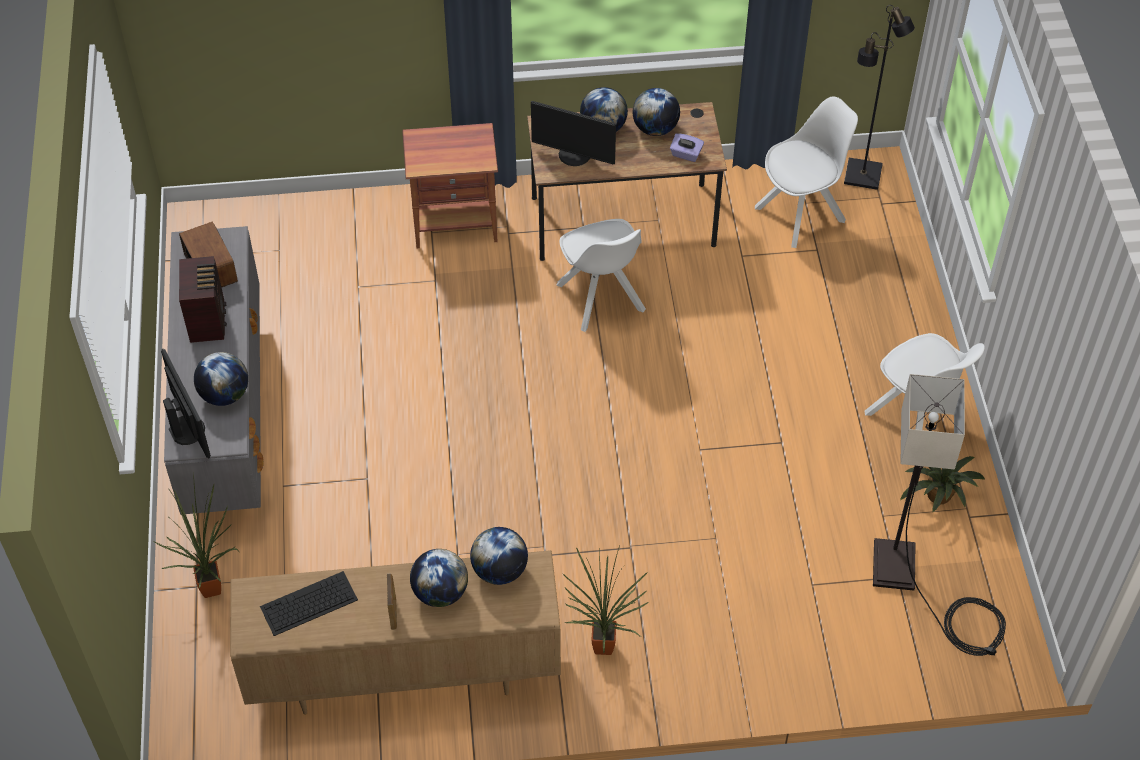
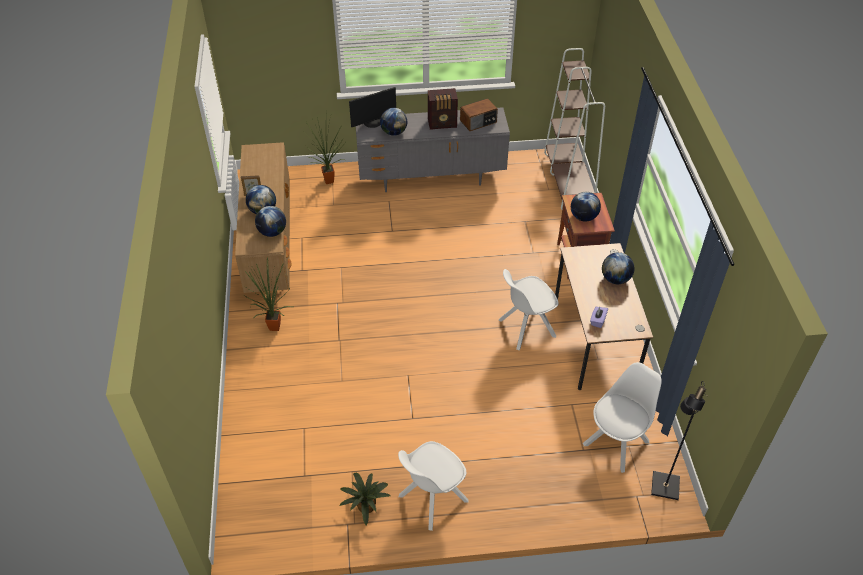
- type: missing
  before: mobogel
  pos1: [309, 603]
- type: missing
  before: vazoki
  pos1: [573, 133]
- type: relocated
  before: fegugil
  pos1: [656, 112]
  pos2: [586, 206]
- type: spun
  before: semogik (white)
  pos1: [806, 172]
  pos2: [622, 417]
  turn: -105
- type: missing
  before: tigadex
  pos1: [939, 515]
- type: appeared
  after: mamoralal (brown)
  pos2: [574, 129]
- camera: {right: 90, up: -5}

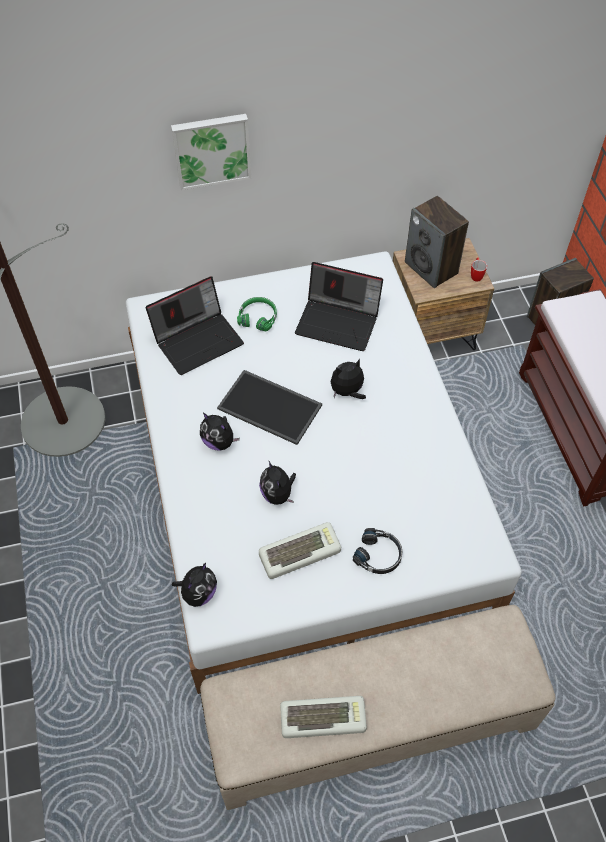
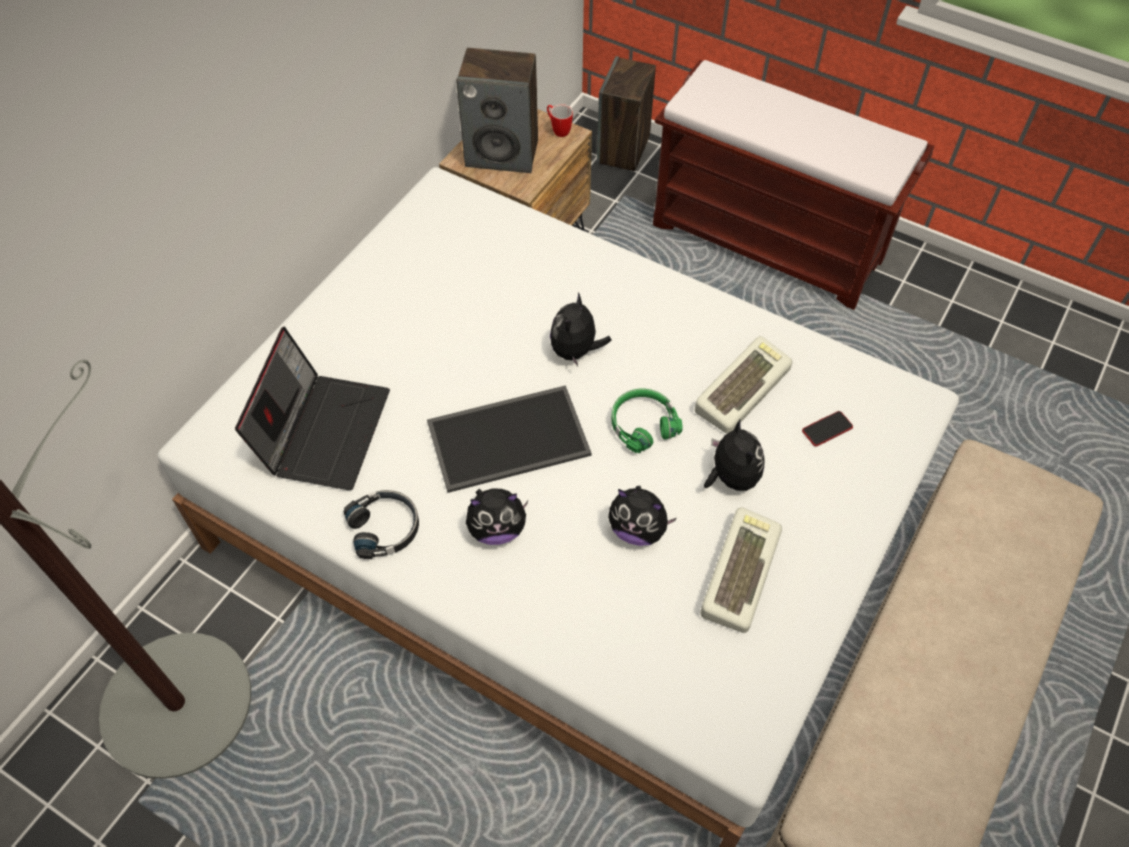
- type: missing
  before: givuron
  pos1: [211, 152]
- type: relocated
  before: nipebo
  pos1: [194, 585]
  pos2: [734, 455]
- type: relocated
  before: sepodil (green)
  pos1: [257, 314]
  pos2: [647, 421]
- type: relocated
  before: mobogel
  pos1: [323, 717]
  pos2: [743, 384]
- type: missing
  before: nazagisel
  pos1: [339, 306]
- type: relocated
  before: sepodil (black)
  pos1: [377, 551]
  pos2: [381, 524]
- type: appeared
  after: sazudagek
  pos2: [827, 428]
- camera: {right: -45, up: 0}

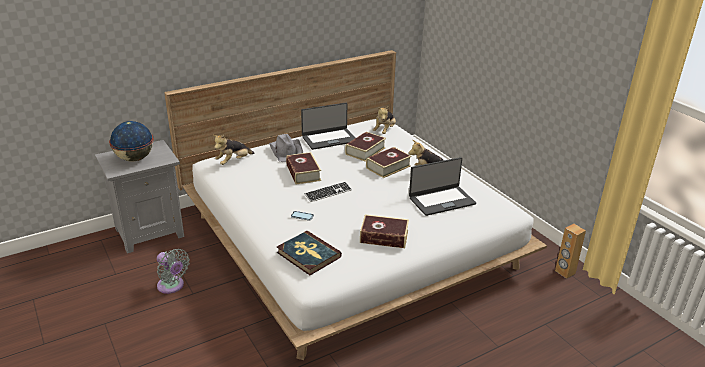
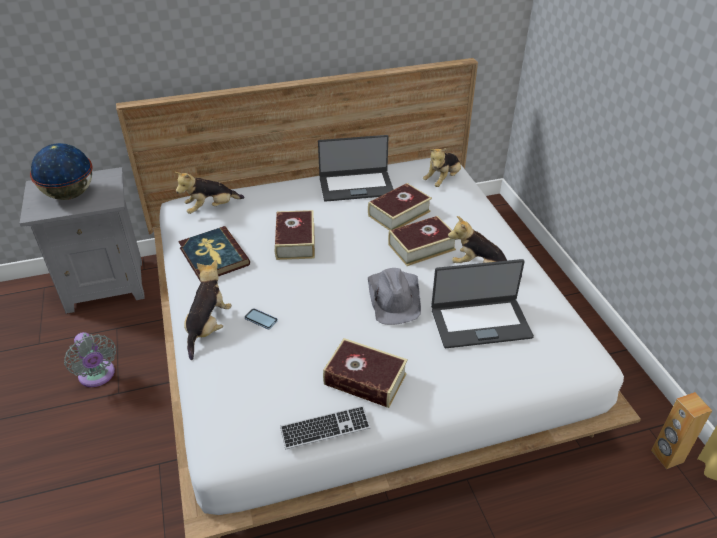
- type: relocated
  before: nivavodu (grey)
  pos1: [286, 148]
  pos2: [394, 296]
- type: relocated
  before: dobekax
  pos1: [309, 253]
  pos2: [214, 254]
- type: relocated
  before: mobogel
  pos1: [328, 192]
  pos2: [325, 427]
- type: appeared
  after: nipebo
  pos2: [208, 310]
- camera: {right: 15, up: 10}

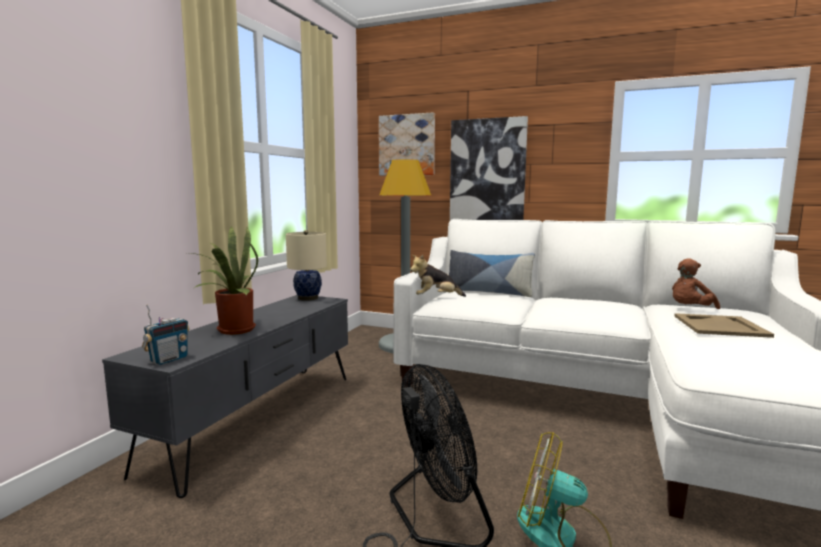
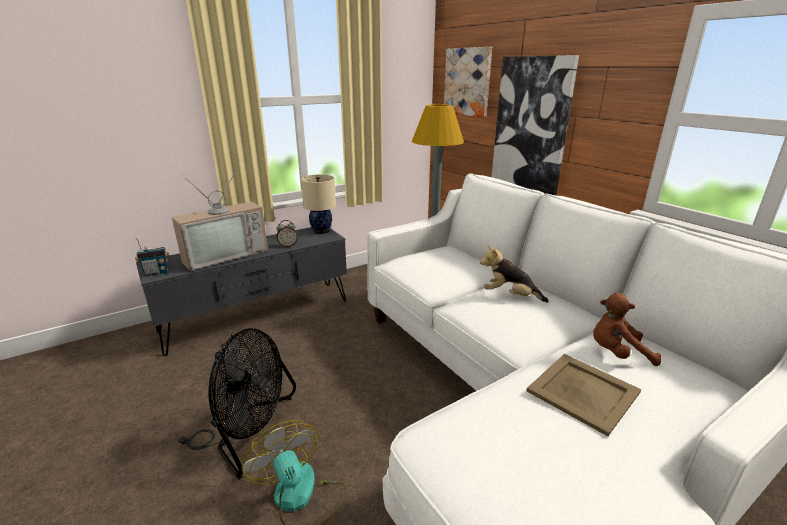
- type: exchanged
  before: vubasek
  after: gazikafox
  pos1: [223, 281]
  pos2: [220, 219]
- type: relocated
  before: nipebo
  pos1: [438, 276]
  pos2: [514, 274]
- type: missing
  before: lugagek
  pos1: [492, 273]
- type: appeared
  after: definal
  pos2: [287, 233]
- camera: {right: 35, up: 15}

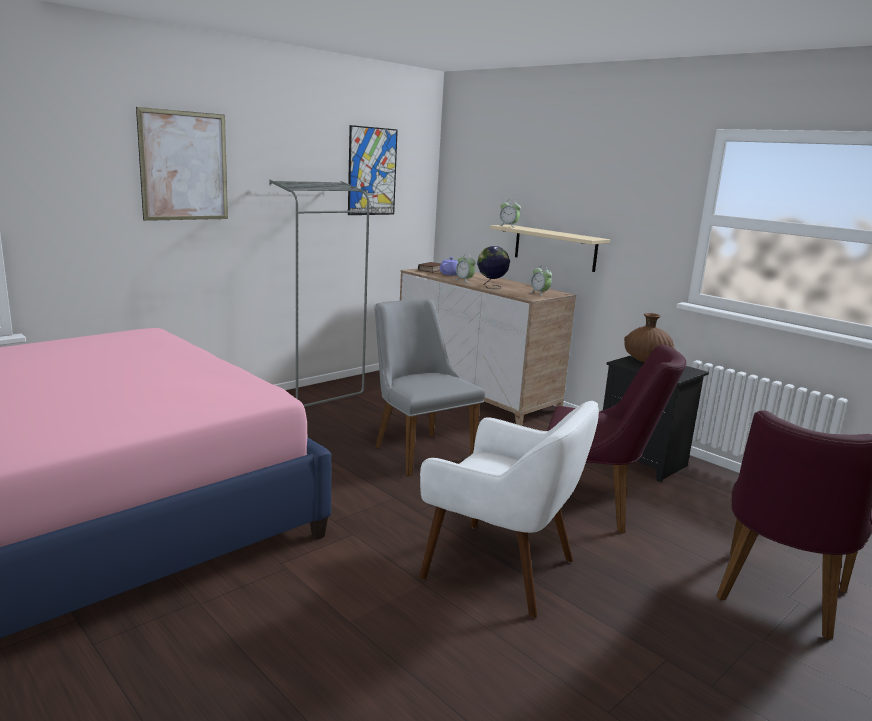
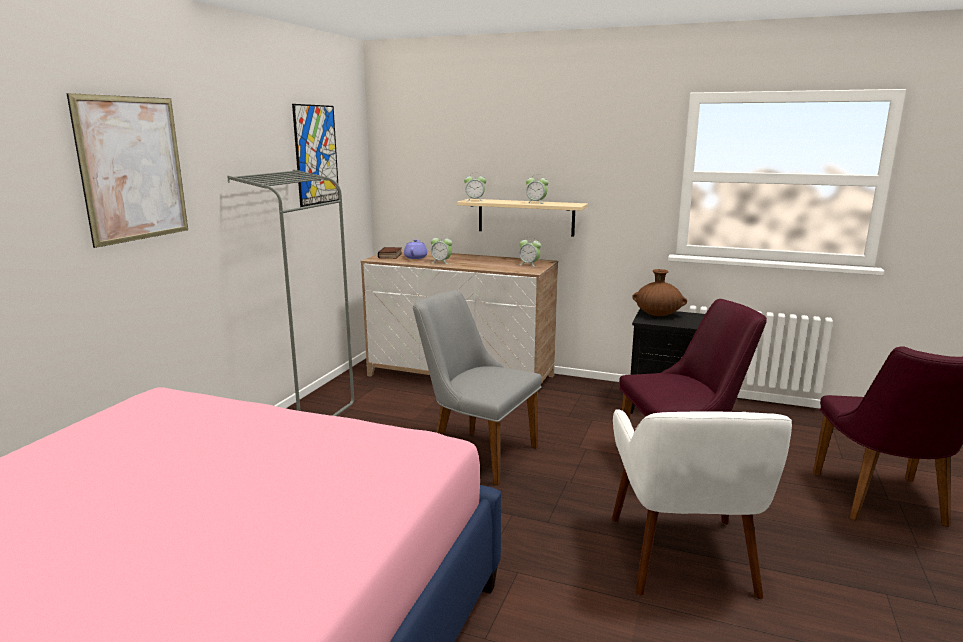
- type: spun
  before: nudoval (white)
  pos1: [509, 509]
  pos2: [702, 504]
  turn: 90
- type: missing
  before: fegugil
  pos1: [493, 267]
- type: appeared
  after: definal
  pos2: [537, 191]
- camera: {right: -25, up: 0}

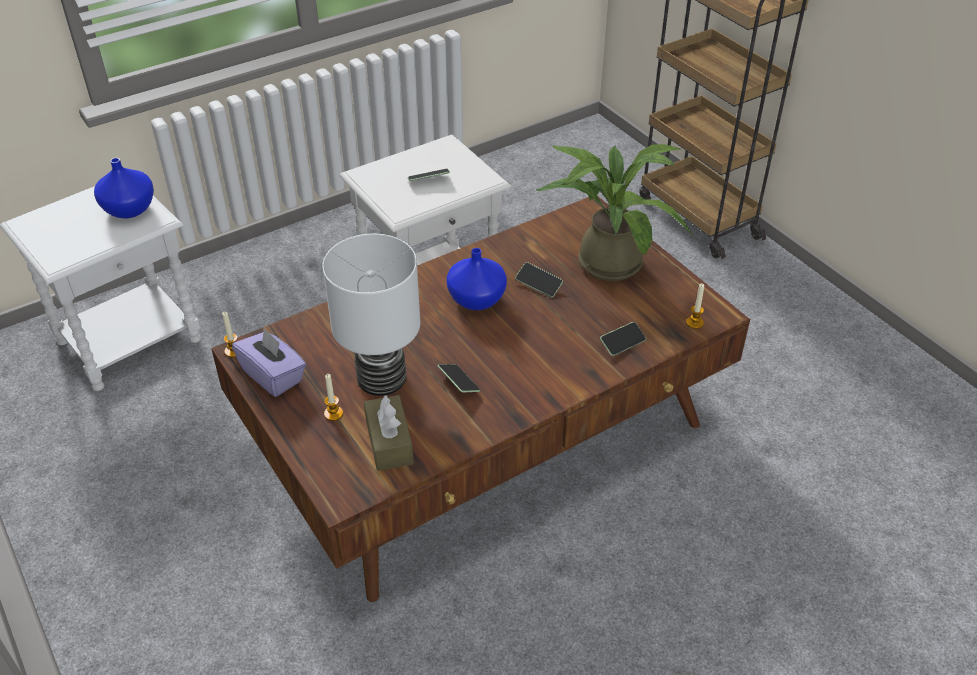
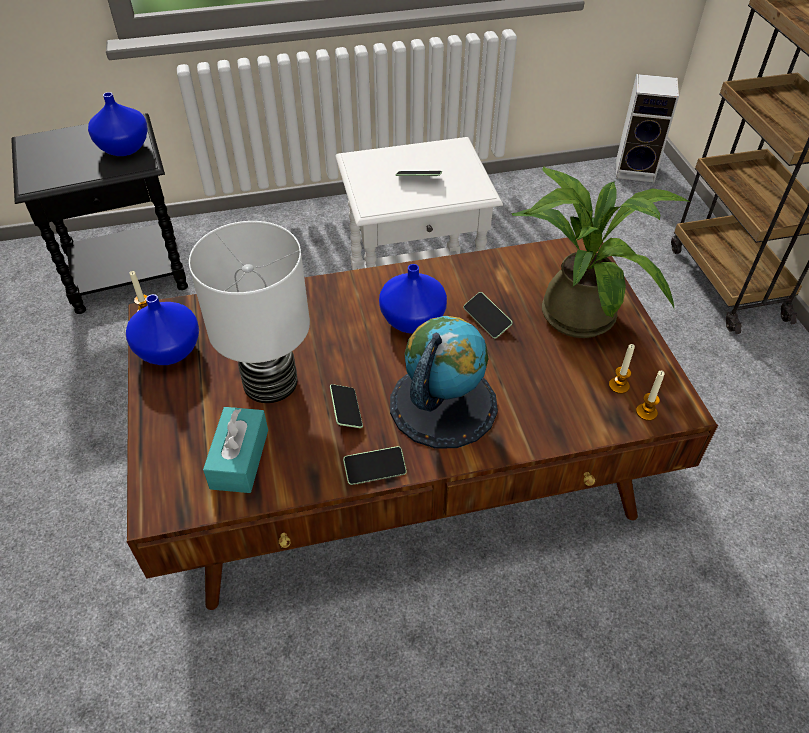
- type: colour
  before: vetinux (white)
  after: vetinux (black)
  pos1: [100, 288]
  pos2: [99, 213]
- type: exchanged
  before: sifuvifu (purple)
  after: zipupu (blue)
  pos1: [269, 362]
  pos2: [162, 329]
- type: relocated
  before: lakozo
  pos1: [333, 397]
  pos2: [622, 369]
- type: colour
  before: sifuvifu (brown)
  after: sifuvifu (turquoise)
  pos1: [389, 433]
  pos2: [235, 450]
- type: relocated
  before: sazudagek
  pos1: [623, 339]
  pos2: [375, 465]
- type: appeared
  after: fegugil
  pos2: [444, 382]
- type: appeared
  after: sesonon
  pos2: [647, 128]
- camera: {right: 20, up: 5}

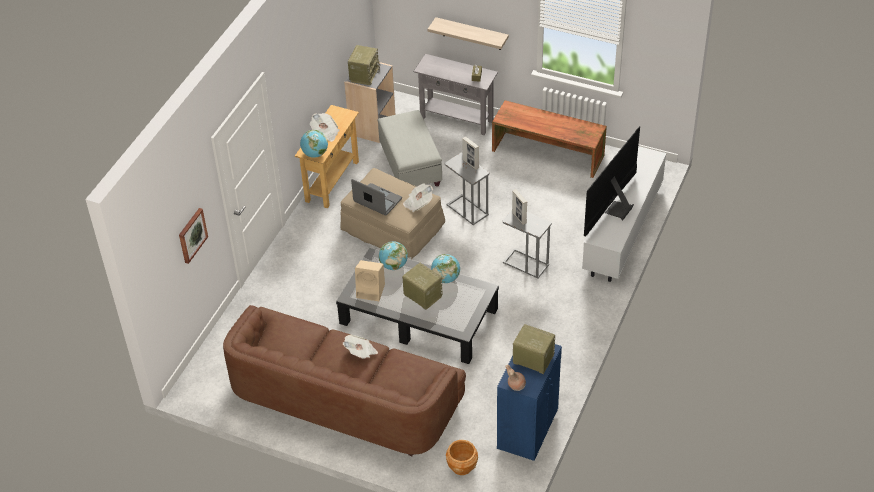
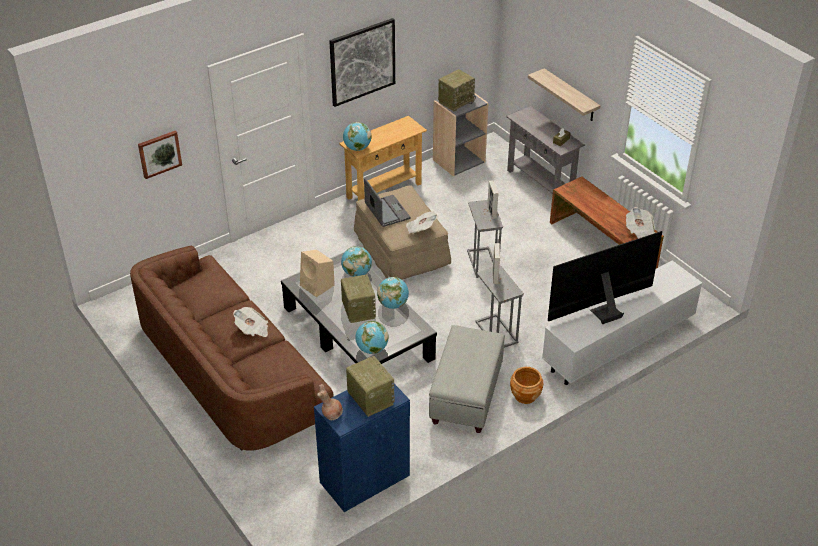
- type: relocated
  before: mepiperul
  pos1: [325, 127]
  pos2: [640, 223]
- type: relocated
  before: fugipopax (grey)
  pos1: [409, 148]
  pos2: [467, 379]
- type: relocated
  before: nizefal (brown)
  pos1: [462, 457]
  pos2: [526, 385]
- type: appeared
  after: givuron
  pos2: [362, 62]
- type: appeared
  after: fegugil
  pos2: [372, 337]
- camera: {right: 30, up: -5}

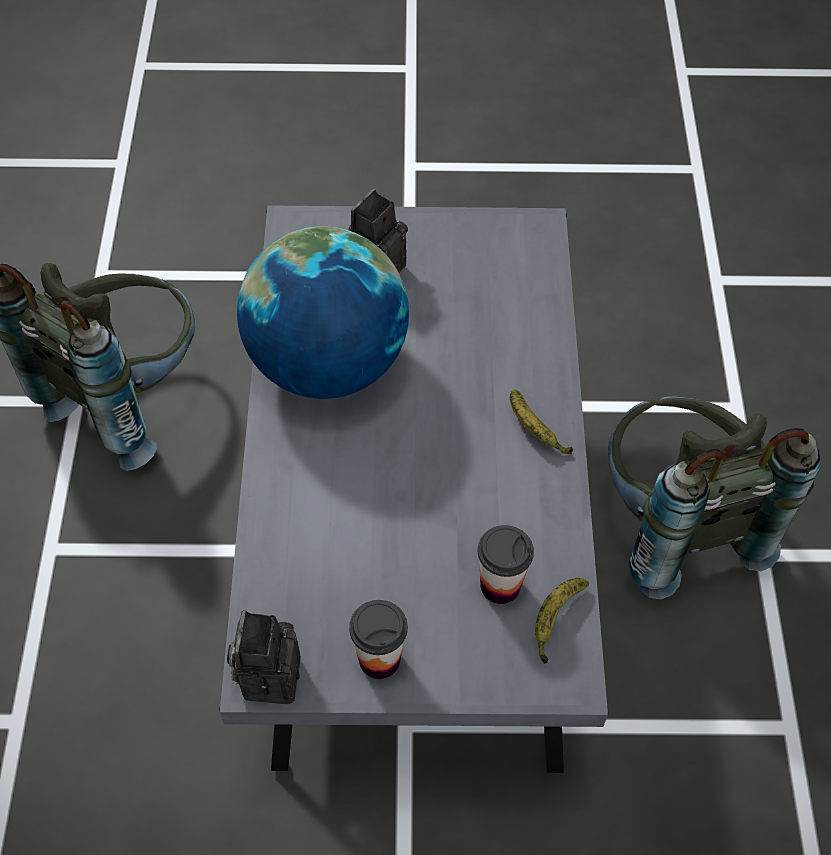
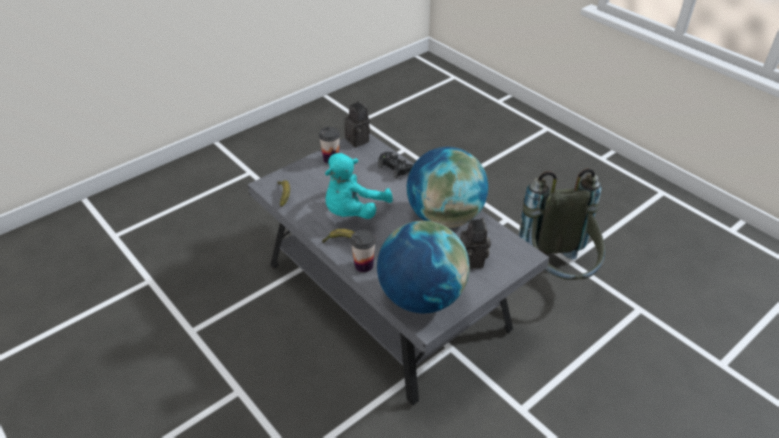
- type: relocated
  before: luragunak
  pos1: [506, 564]
  pos2: [363, 251]
- type: missing
  before: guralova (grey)
  pos1: [714, 498]
- type: appeared
  after: nipebo (turquoise)
  pos2: [359, 186]
- type: appeared
  after: fegugil
  pos2: [423, 267]
- type: appeared
  after: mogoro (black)
  pos2: [395, 165]
- camera: {right: 140, up: -15}

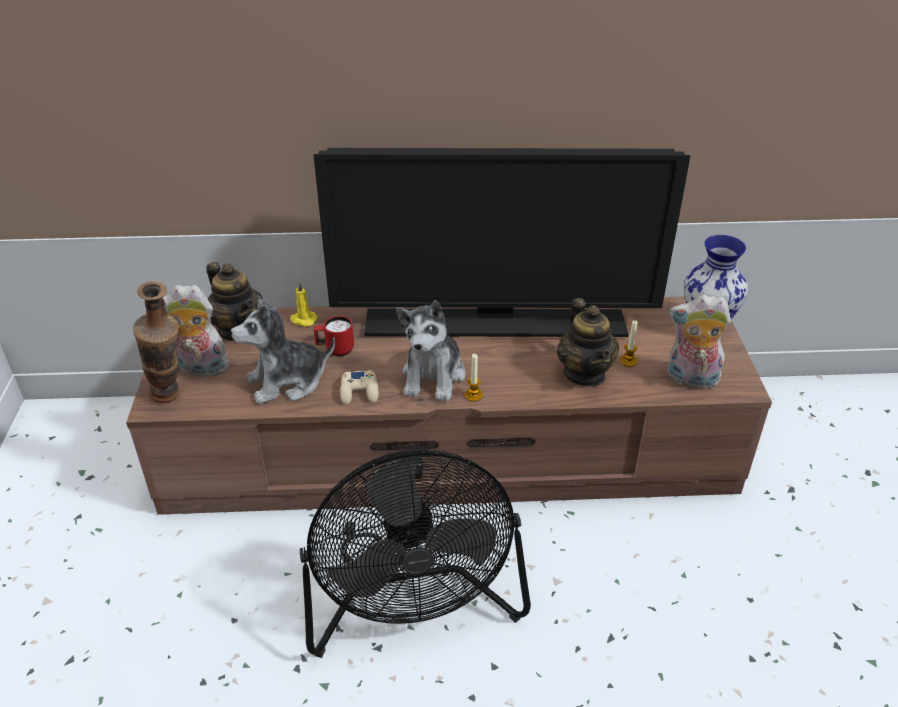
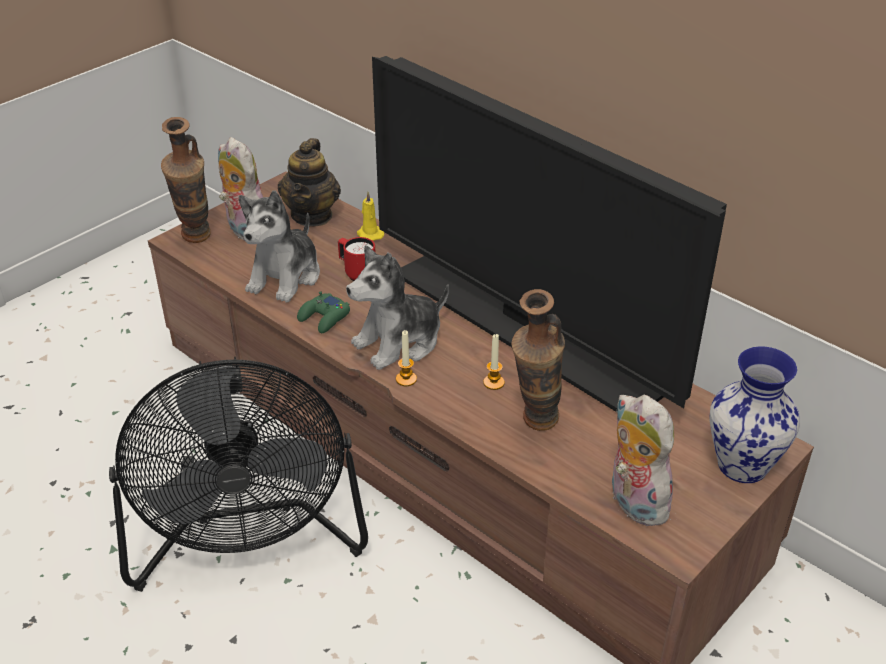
- type: spun
  before: nipebo
  pos1: [282, 349]
  pos2: [279, 247]
  turn: -90
- type: spun
  before: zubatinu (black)
  pos1: [415, 552]
  pos2: [238, 474]
  turn: -45
- type: colour
  before: mogoro (beige)
  after: mogoro (green)
  pos1: [359, 387]
  pos2: [323, 312]
- type: exchanged
  before: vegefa
  after: zipupu
  pos1: [588, 342]
  pos2: [538, 360]
- type: relocated
  before: lakozo
  pos1: [628, 343]
  pos2: [494, 362]
- camera: {right: 45, up: 0}

